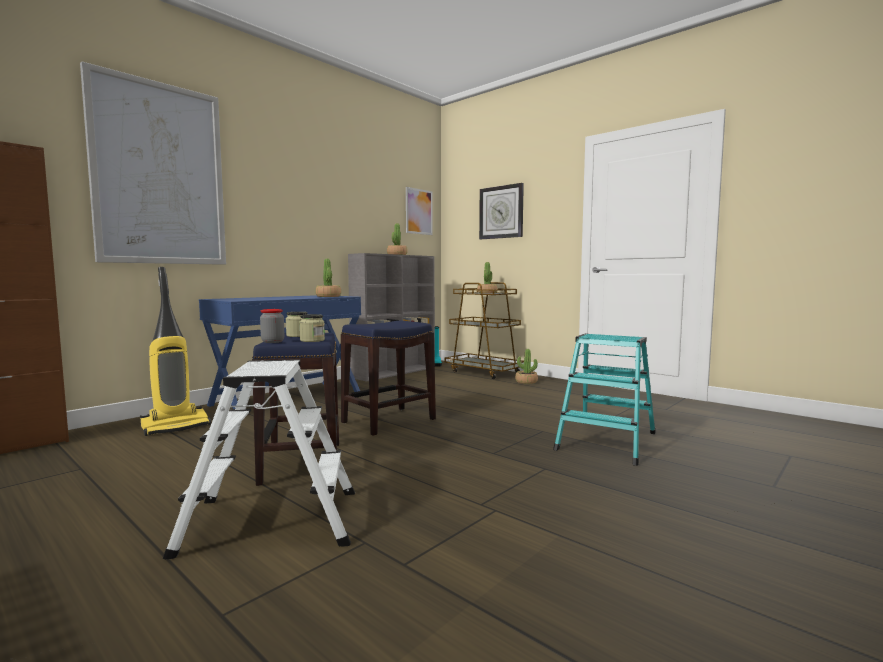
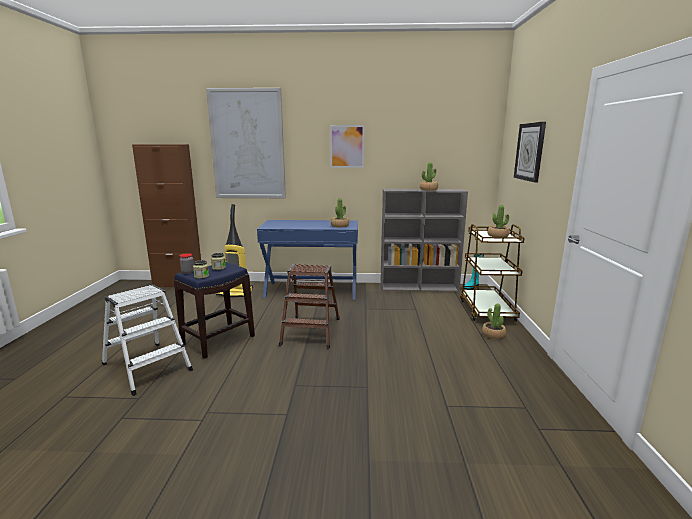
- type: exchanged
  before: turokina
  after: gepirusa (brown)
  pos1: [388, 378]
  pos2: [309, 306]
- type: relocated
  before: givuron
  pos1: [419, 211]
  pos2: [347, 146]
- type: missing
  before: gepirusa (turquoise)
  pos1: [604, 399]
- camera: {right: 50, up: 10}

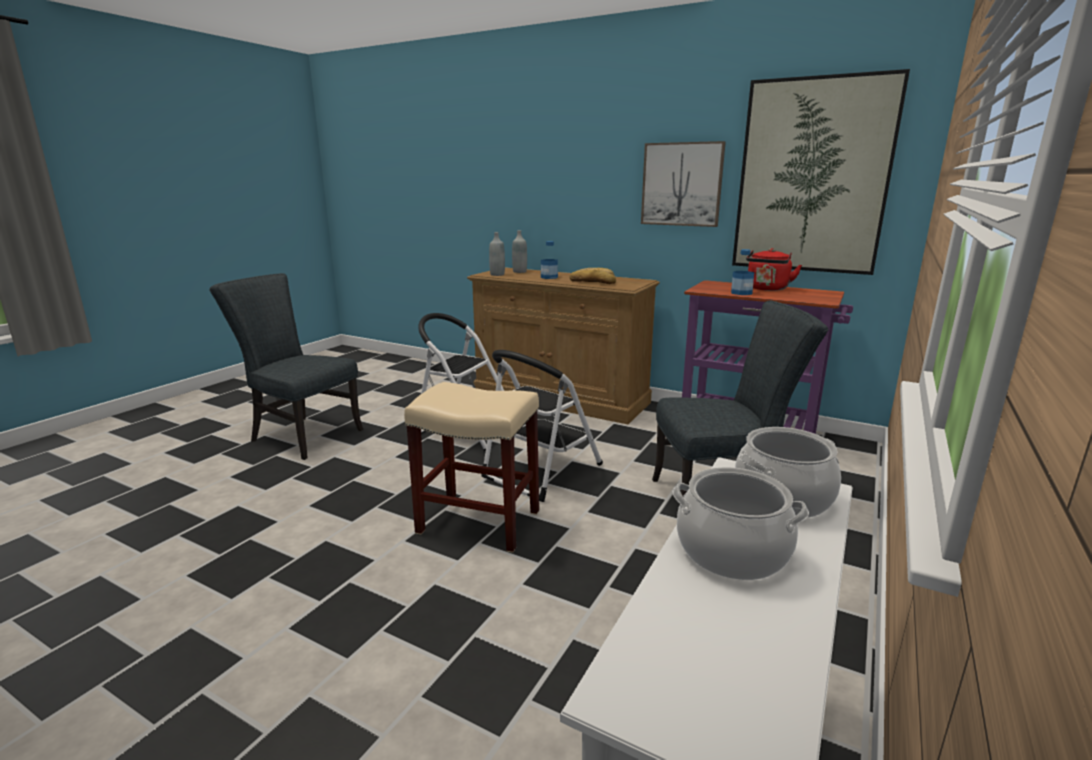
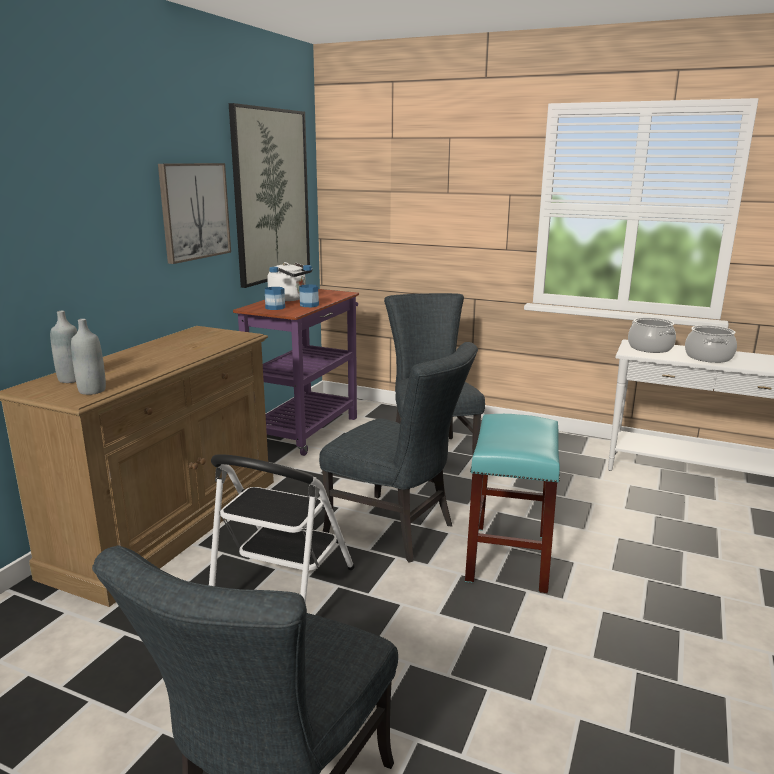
- type: colour
  before: turokina (beige)
  after: turokina (turquoise)
  pos1: [471, 467]
  pos2: [512, 503]
- type: exchanged
  before: gepirusa
  after: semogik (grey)
  pos1: [542, 426]
  pos2: [398, 452]
- type: relocated
  before: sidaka
  pos1: [549, 260]
  pos2: [275, 288]
- type: missing
  before: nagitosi
  pos1: [592, 276]
- type: colour
  before: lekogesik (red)
  after: lekogesik (white)
  pos1: [774, 269]
  pos2: [289, 281]
- camera: {right: -95, up: 0}

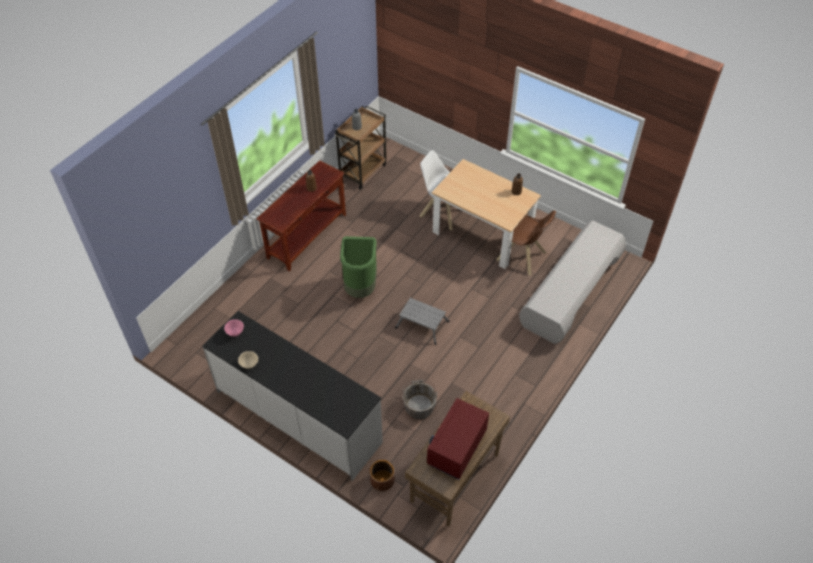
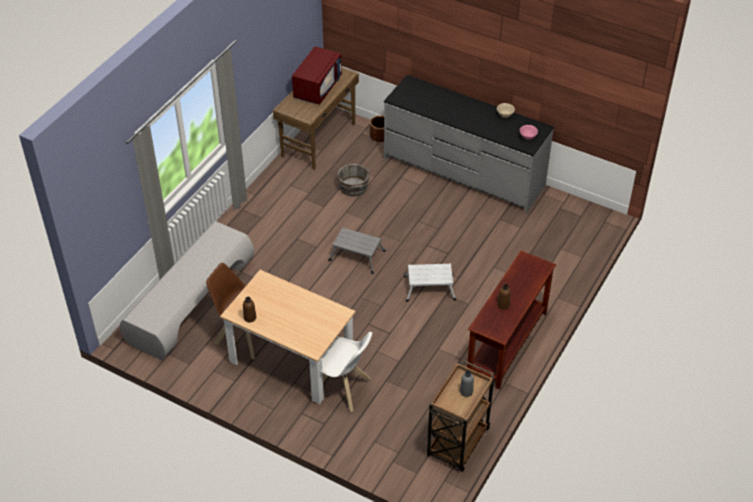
- type: exchanged
  before: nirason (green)
  after: gepirusa (white)
  pos1: [358, 267]
  pos2: [430, 282]
- camera: {right: 175, up: -5}

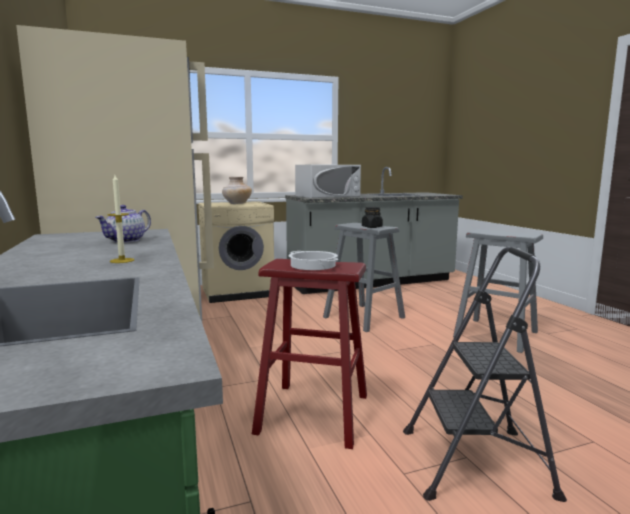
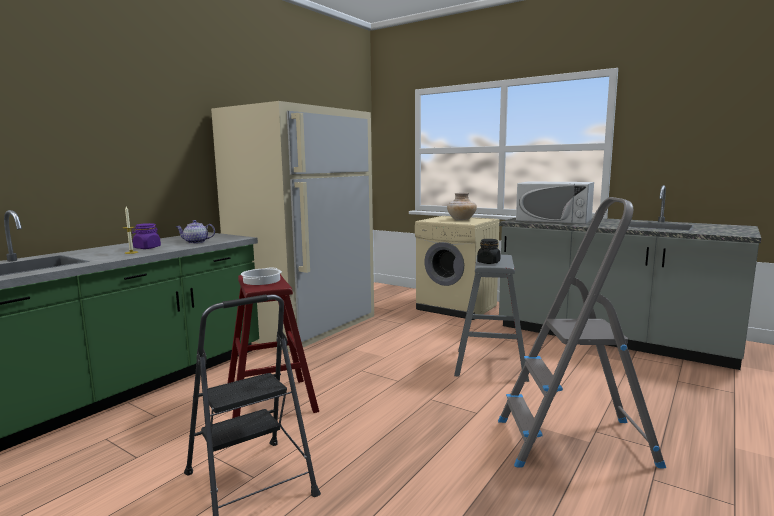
- type: exchanged
  before: turokina (grey)
  after: gepirusa (grey)
  pos1: [498, 291]
  pos2: [582, 333]
- type: appeared
  after: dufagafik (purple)
  pos2: [146, 236]
- camera: {right: 55, up: 0}

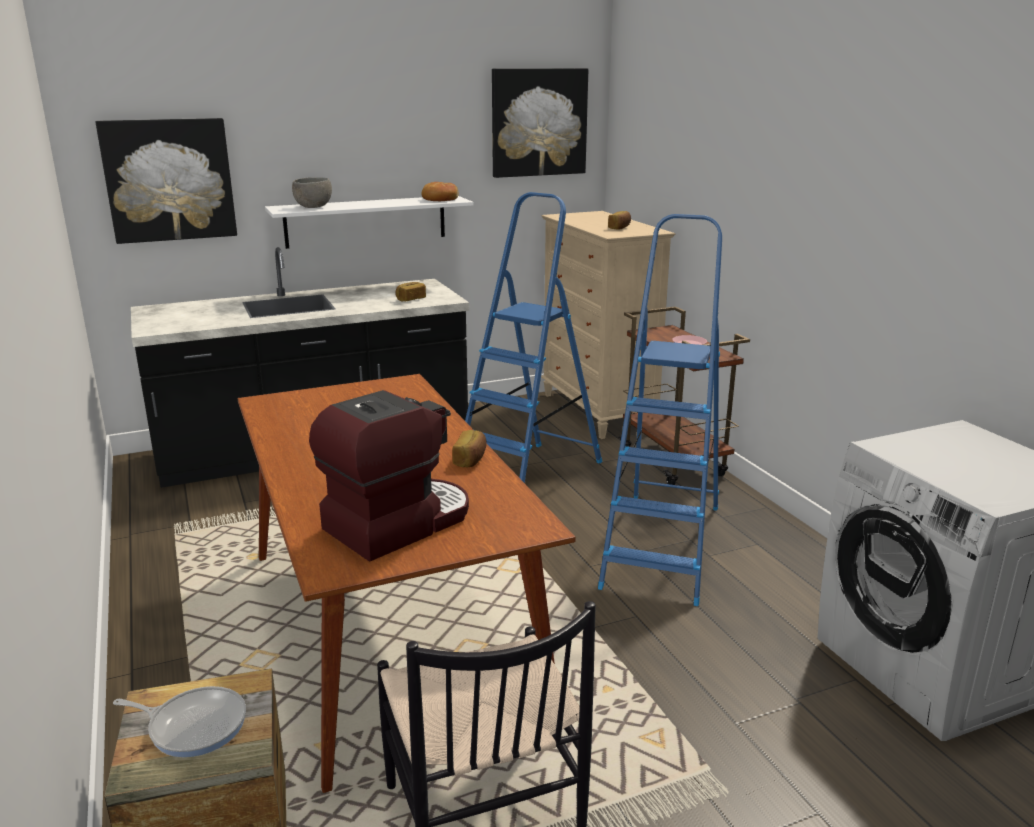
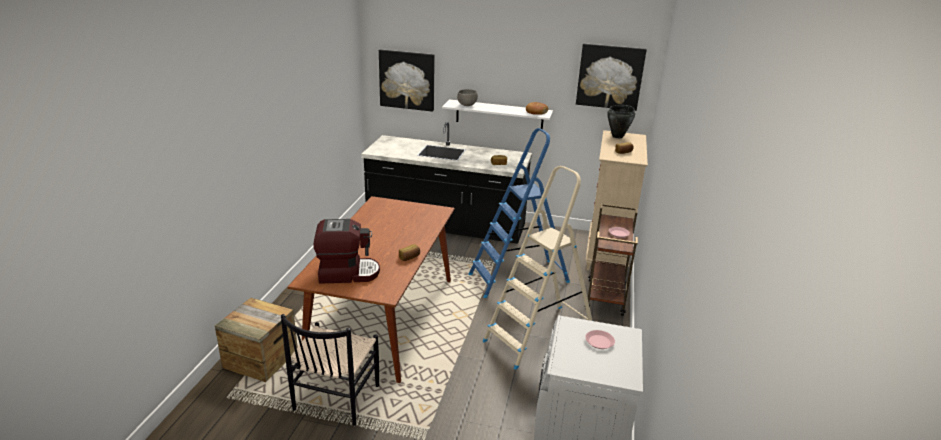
- type: missing
  before: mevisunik
  pos1: [179, 721]
- type: colour
  before: gepirusa (blue)
  after: gepirusa (beige)
  pos1: [660, 410]
  pos2: [538, 268]
- type: appeared
  after: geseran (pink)
  pos2: [600, 339]
- type: appeared
  after: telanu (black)
  pos2: [621, 121]
- camera: {right: 35, up: 5}

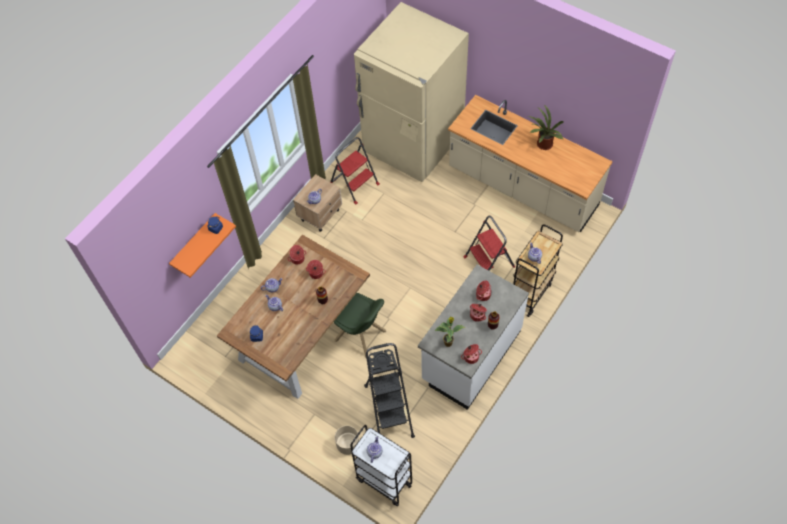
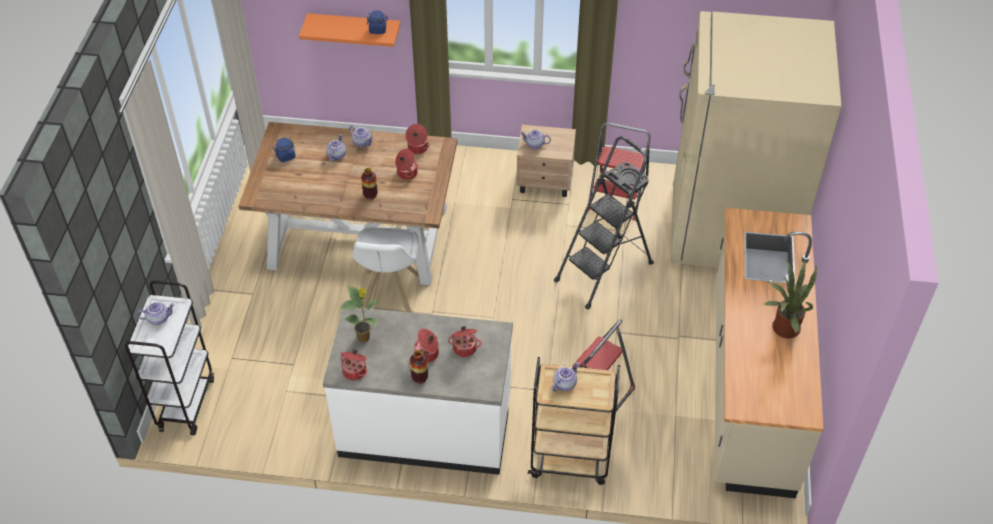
- type: colour
  before: semogik (green)
  after: semogik (white)
  pos1: [360, 325]
  pos2: [385, 270]
- type: missing
  before: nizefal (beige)
  pos1: [347, 440]
- type: relocated
  before: gepirusa
  pos1: [389, 390]
  pos2: [604, 222]
- camera: {right: 60, up: -10}

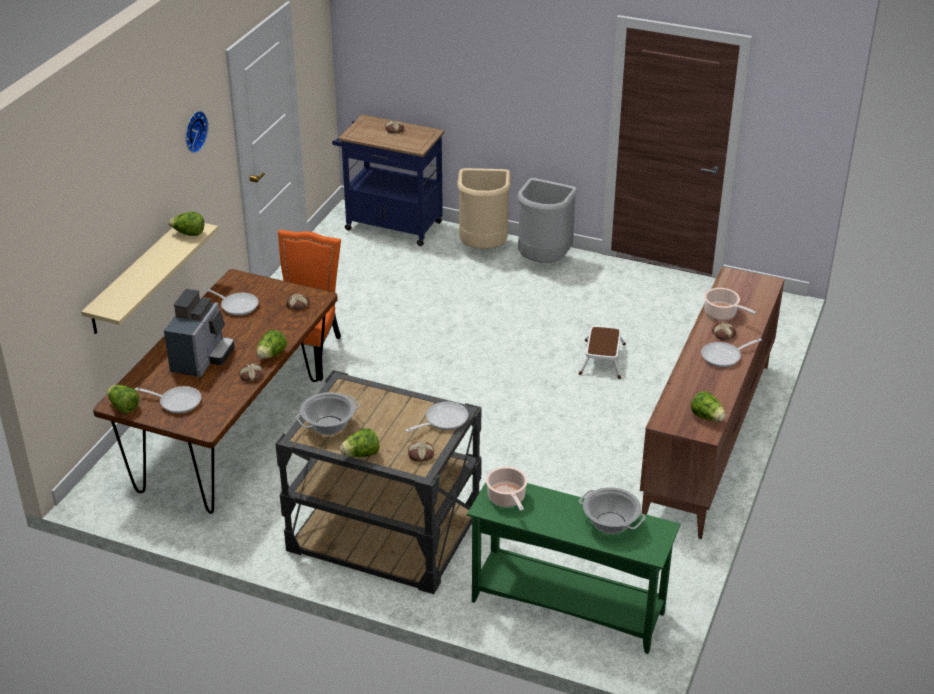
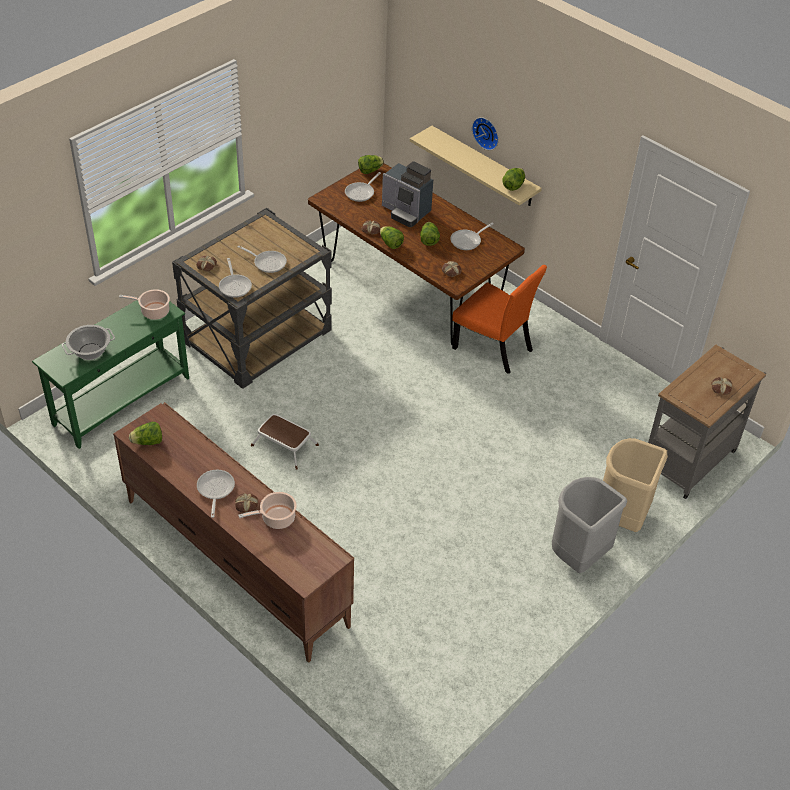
- type: relocated
  before: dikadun
  pos1: [197, 132]
  pos2: [485, 133]
- type: missing
  before: telanu
  pos1: [328, 413]
- type: colour
  before: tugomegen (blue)
  after: tugomegen (grey)
  pos1: [388, 180]
  pos2: [707, 422]
- type: relocated
  before: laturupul
  pos1: [359, 442]
  pos2: [430, 234]
- type: relocated
  before: gepirusa (brown)
  pos1: [602, 352]
  pos2: [285, 441]
- type: appeared
  after: mevisunik
  pos2: [262, 259]
- camera: {right: 110, up: 10}

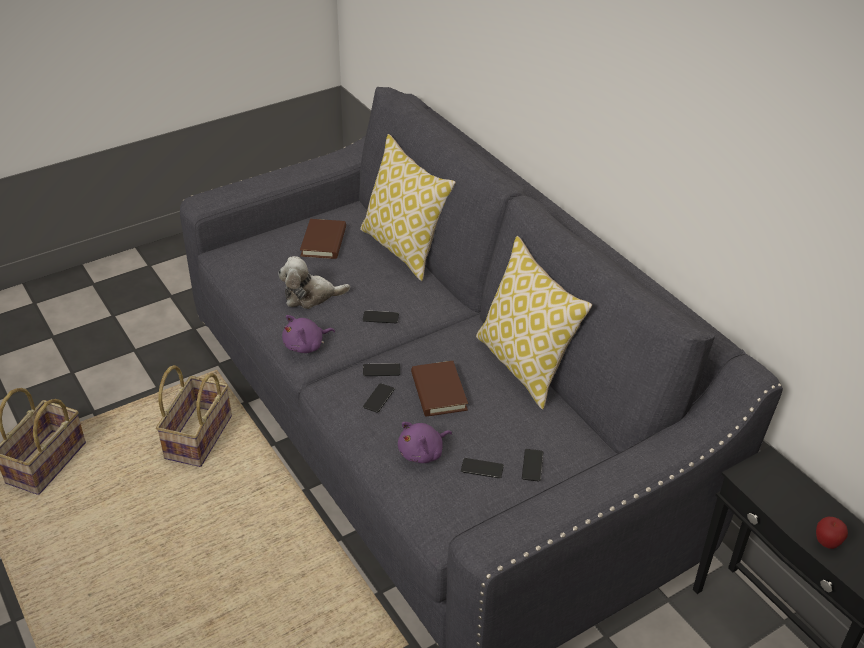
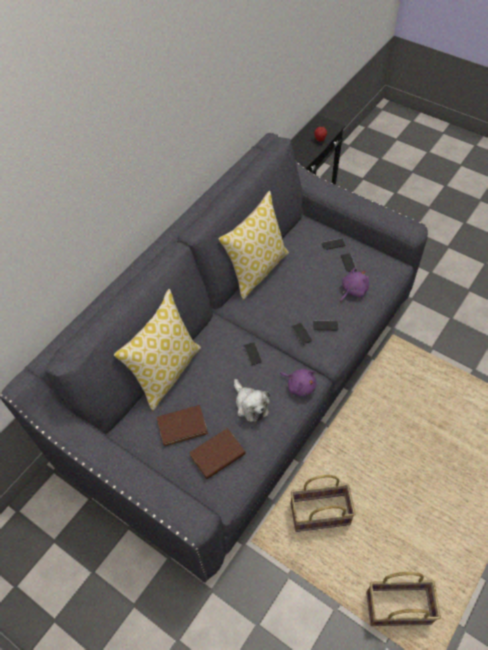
- type: spun
  before: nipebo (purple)
  pos1: [425, 442]
  pos2: [354, 284]
  turn: -75
- type: relocated
  before: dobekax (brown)
  pos1: [439, 388]
  pos2: [217, 453]
- camera: {right: -110, up: 15}

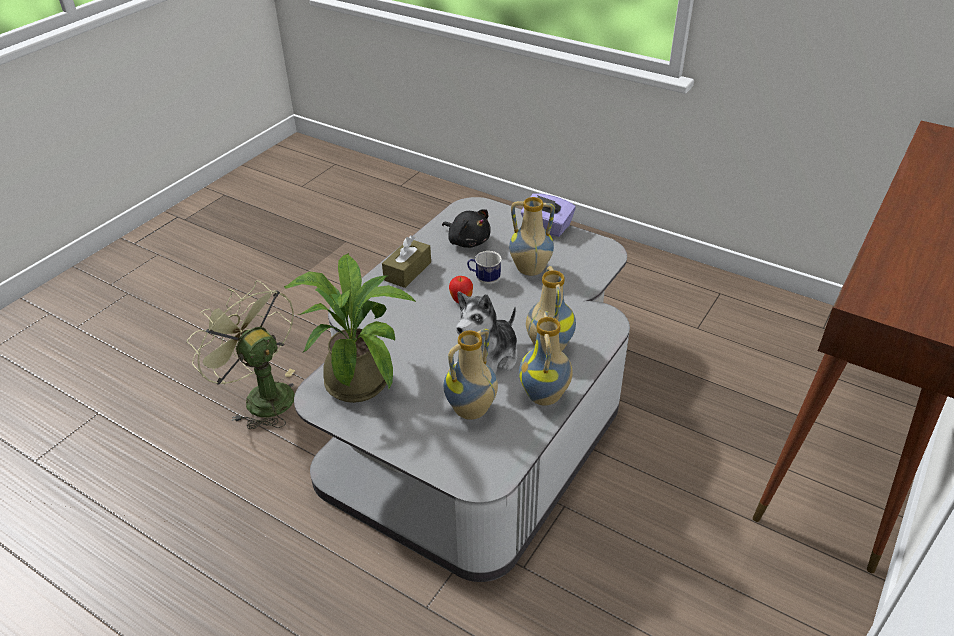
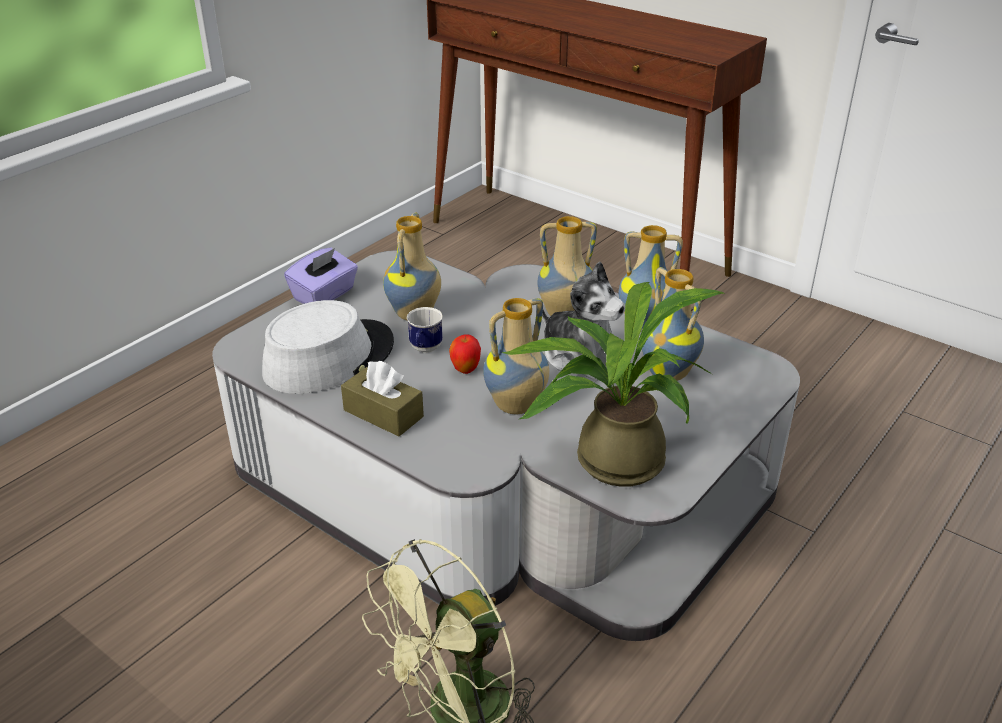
- type: exchanged
  before: nipebo (black)
  after: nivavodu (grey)
  pos1: [466, 228]
  pos2: [328, 347]
- type: appeared
  after: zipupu
  pos2: [516, 356]
- camera: {right: -85, up: -5}

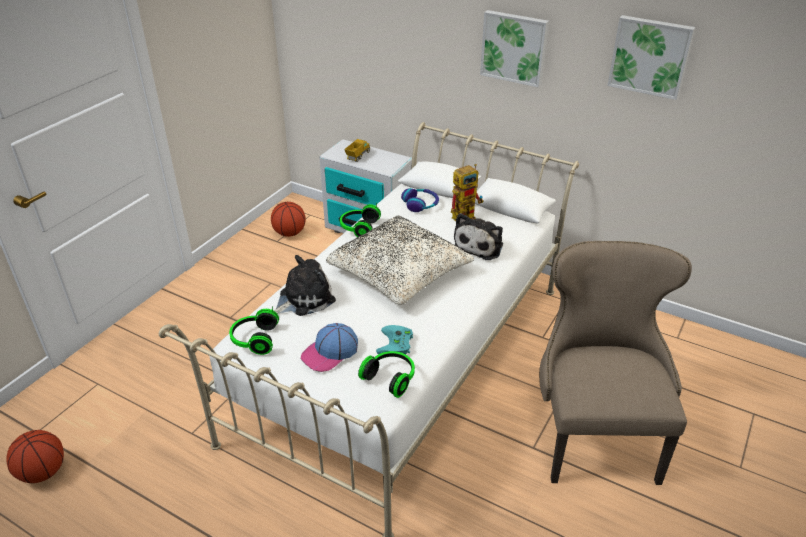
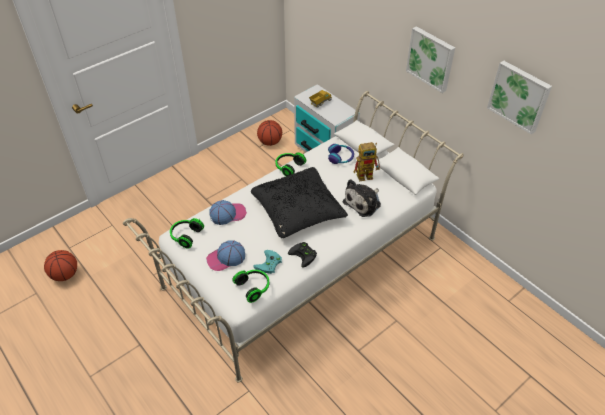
- type: exchanged
  before: nipebo
  after: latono
  pos1: [305, 285]
  pos2: [228, 212]
- type: colour
  before: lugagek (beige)
  after: lugagek (black)
  pos1: [400, 260]
  pos2: [299, 202]
- type: missing
  before: semogik (beige)
  pos1: [615, 363]
- type: appeared
  after: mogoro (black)
  pos2: [302, 254]
- camera: {right: 20, up: 10}

